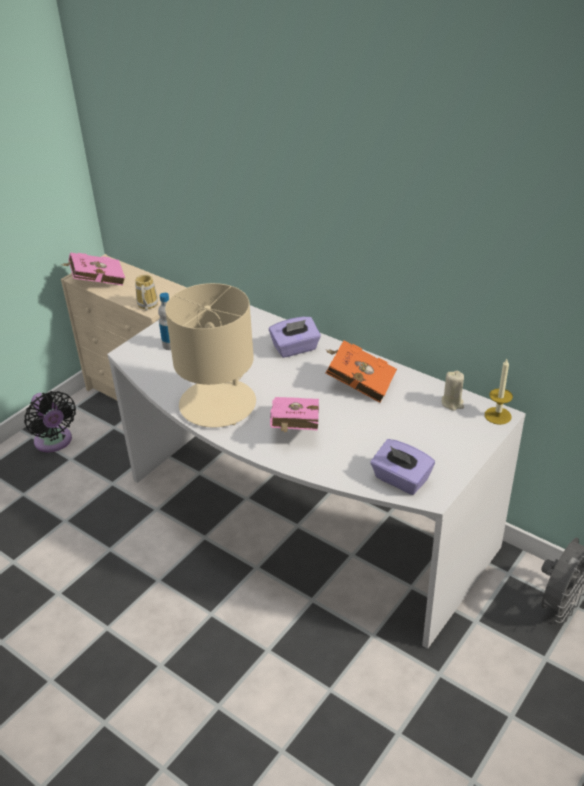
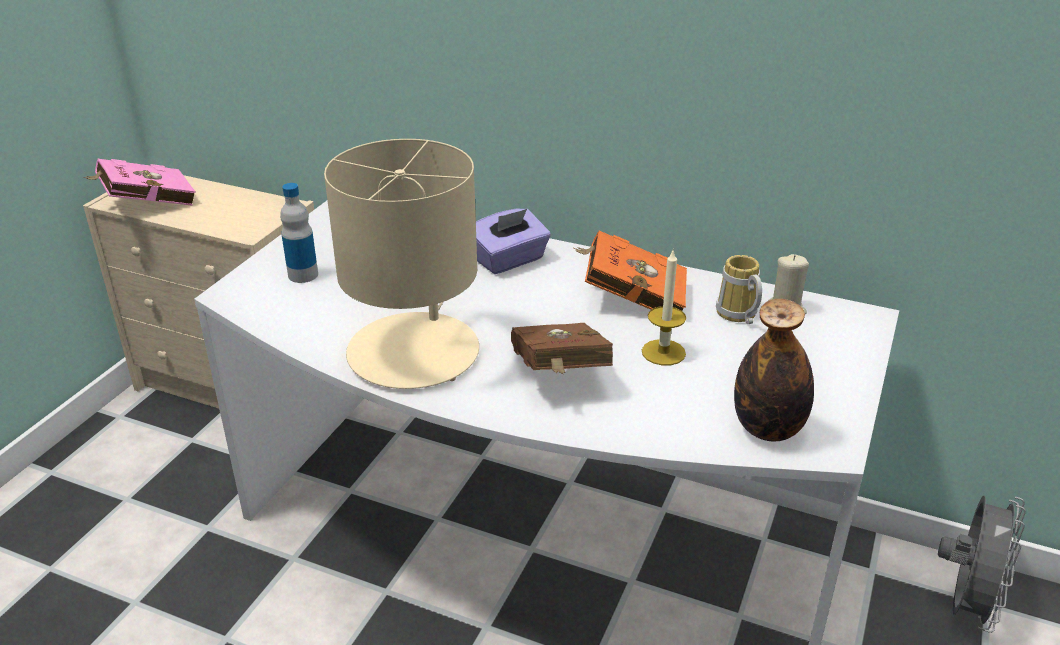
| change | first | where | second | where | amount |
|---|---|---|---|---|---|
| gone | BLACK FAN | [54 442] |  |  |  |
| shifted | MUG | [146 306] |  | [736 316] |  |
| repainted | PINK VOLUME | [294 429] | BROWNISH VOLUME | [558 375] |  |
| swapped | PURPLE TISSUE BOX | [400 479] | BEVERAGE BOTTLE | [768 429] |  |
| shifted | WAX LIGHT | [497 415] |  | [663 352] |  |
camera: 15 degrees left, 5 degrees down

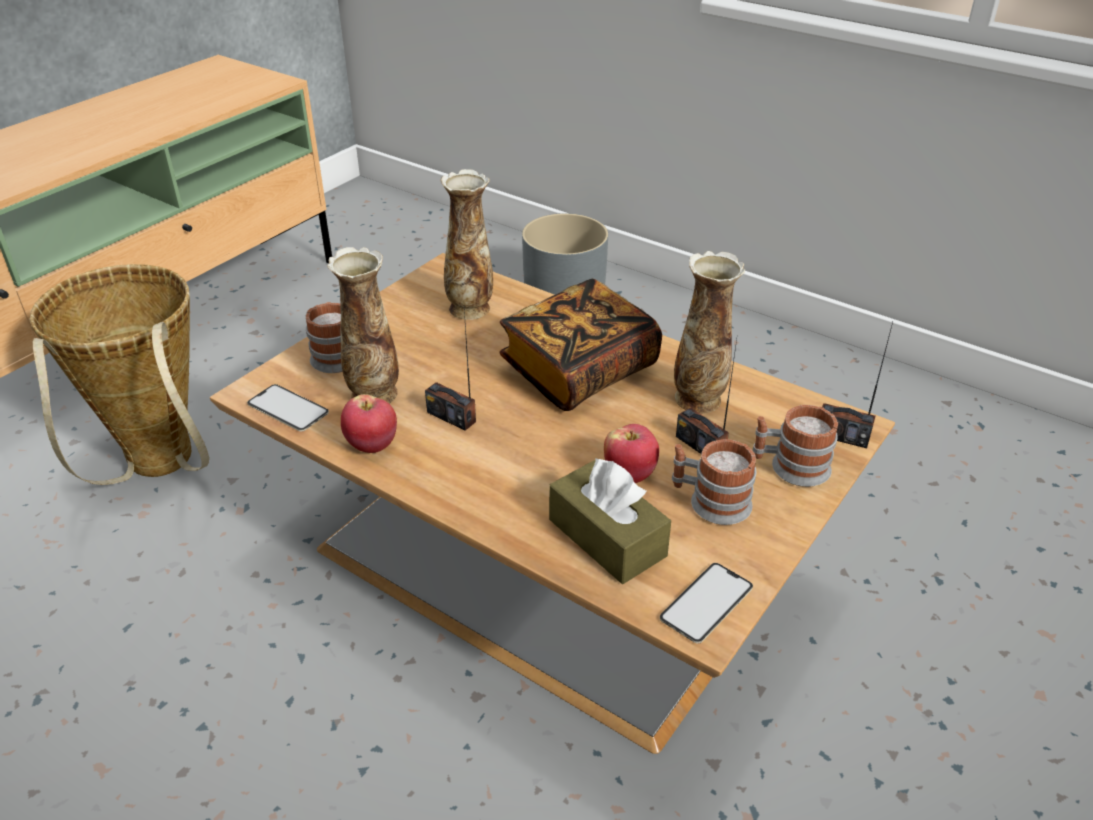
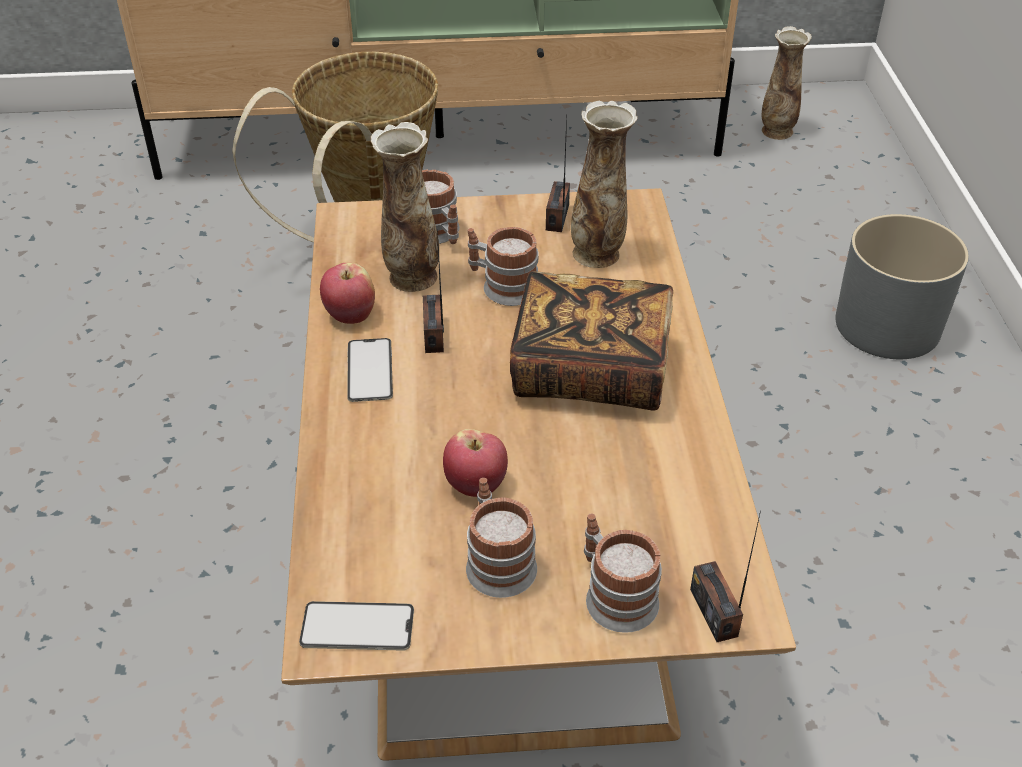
| change | first | where | second | where | amount |
|---|---|---|---|---|---|
| shifted | HANDSET | [288 408] |  | [370 370] |  |
| gone | BROWNISH TISSUE BOX | [607 537] |  |  |  |
| shifted | FLOWER VASE | [699 400] |  | [776 132] |  |
| shifted | RADIO RECEIVER | [700 445] |  | [558 217] |  |
| new |  |  | MUG | [502 286] |  |
camera: 50 degrees right, 5 degrees up

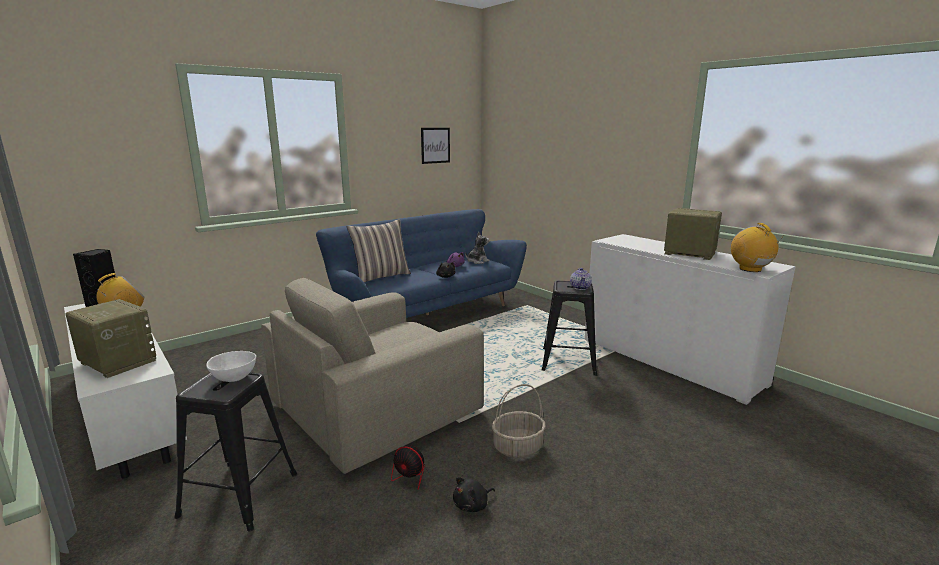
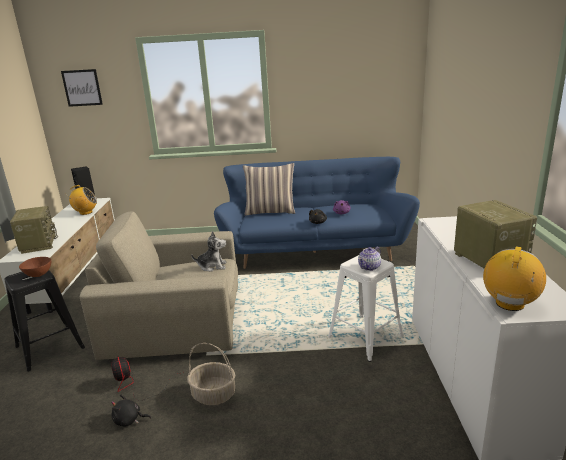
| change | first | where | second | where | amount |
|---|---|---|---|---|---|
| repainted | WHITISH DEEP DISH | [234 378] | BROWNISH DEEP DISH | [38 275] |  |
| shifted | WALL ART | [435 145] |  | [82 88] |  |
| shifted | CUDDLY TOY | [477 261] |  | [212 266] |  |
| repainted | BLACK STOOL | [569 361] | WHITISH STOOL | [366 337] |  |
camera: 40 degrees right, 5 degrees up

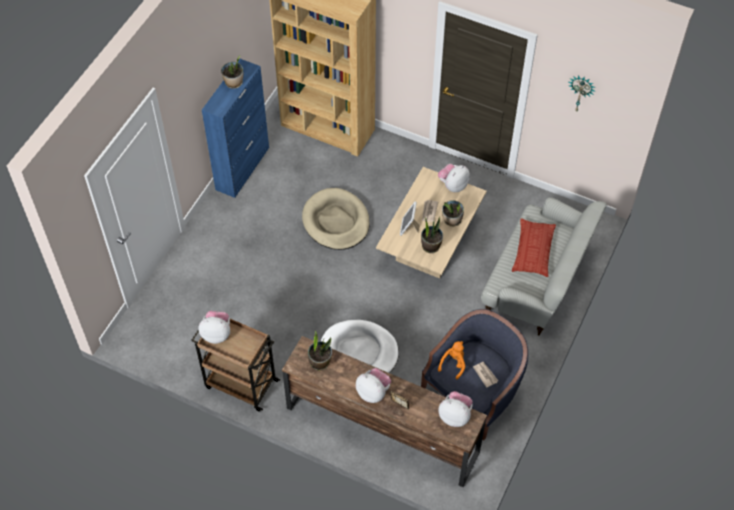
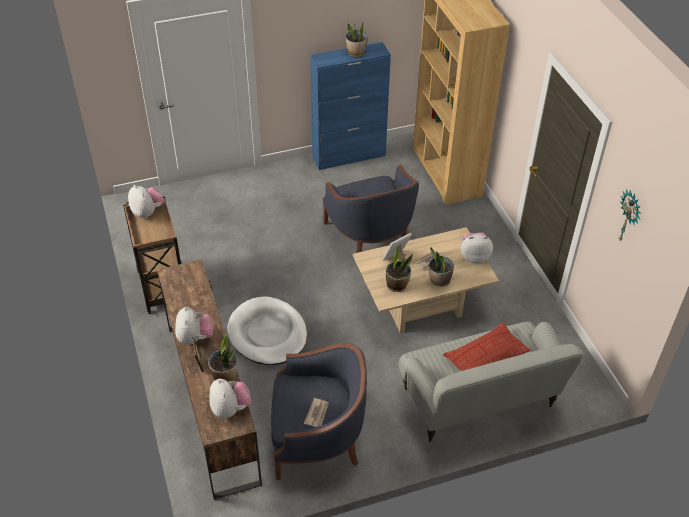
| change | first | where | second | where | amount |
|---|---|---|---|---|---|
| swapped | BEIGE DOG CUSHION | [336 221] | BLUE LOUNGE CHAIR | [370 235] |  |
| shifted | POTTED PLANT | [320 362] |  | [225 376] |  |
| gone | ORANGEY CUDDLY TOY | [453 363] |  |  |  |
camera: 45 degrees right, 10 degrees down

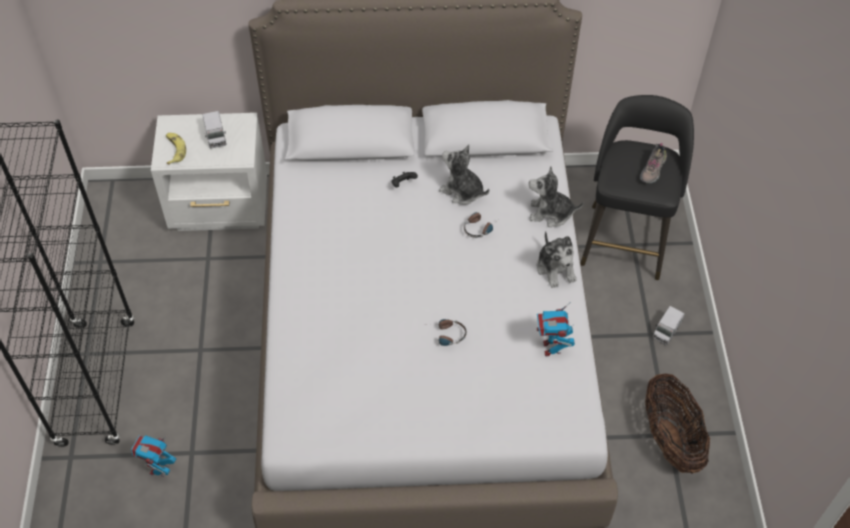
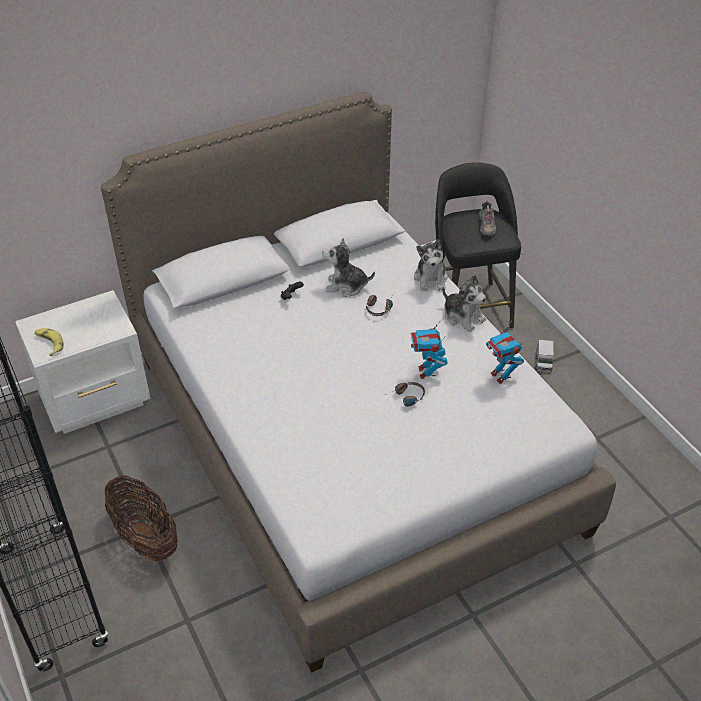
| change | first | where | second | where | amount |
|---|---|---|---|---|---|
| shifted | MODEL ROBOT | [159 469] |  | [426 372] |  |
| gone | TOY TRUCK | [215 136] |  |  |  |
| rotated | CUDDLY TOY | [550 213] |  | [431 279] | 75 degrees counterclockwise |
| shifted | STORAGE BASKET | [670 439] |  | [145 537] |  |
camera: 25 degrees left, 10 degrees down

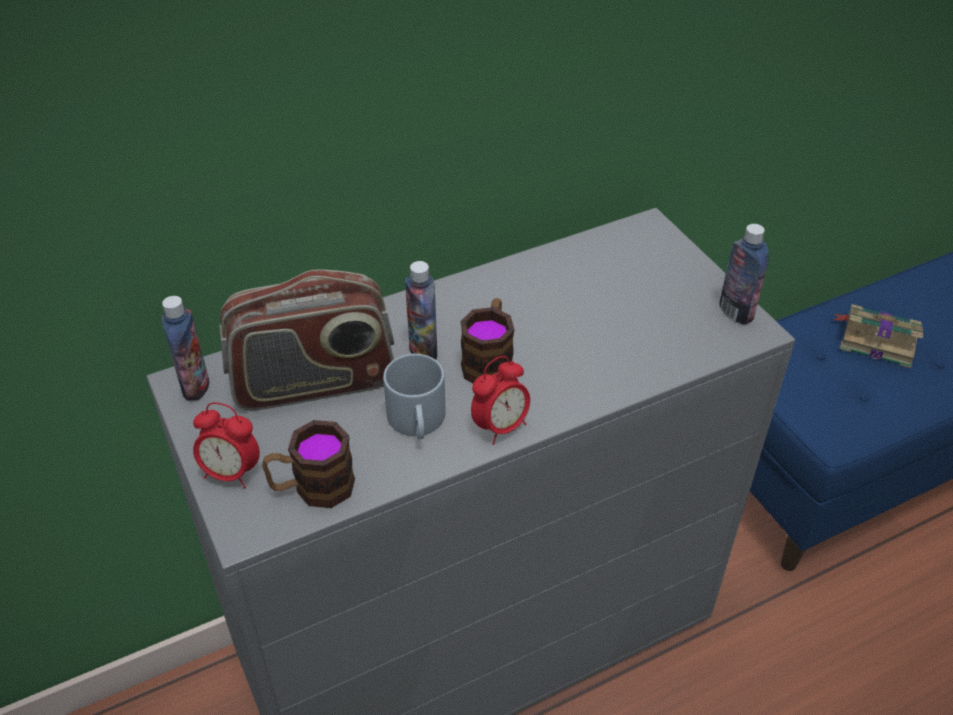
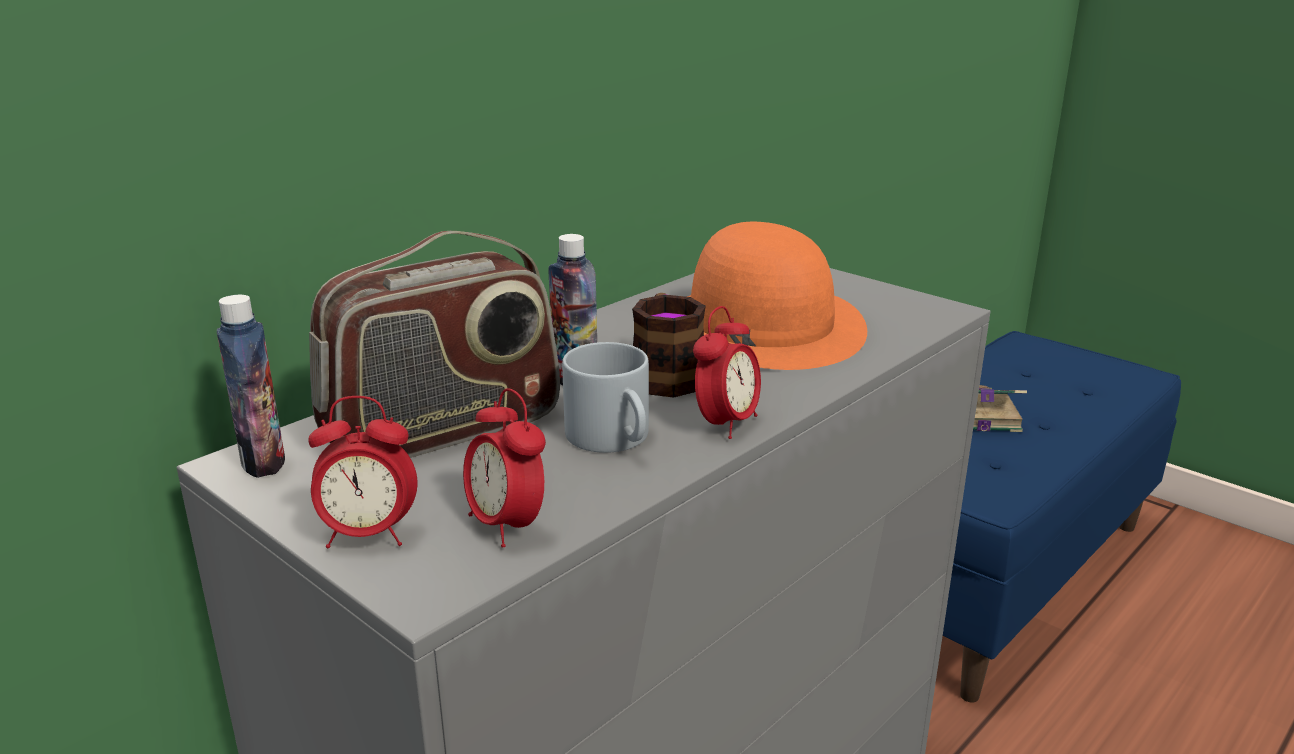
| change | first | where | second | where | amount |
|---|---|---|---|---|---|
| swapped | MUG | [312 488] | ALARM CLOCK | [506 526] |  |
| gone | BEVERAGE BOTTLE | [735 312] |  |  |  |
| new |  |  | ORANGEY CLOTHING HAT | [759 326] |  |
camera: 20 degrees left, 20 degrees down

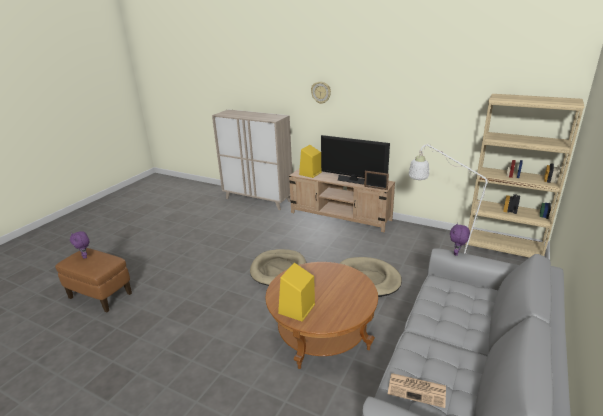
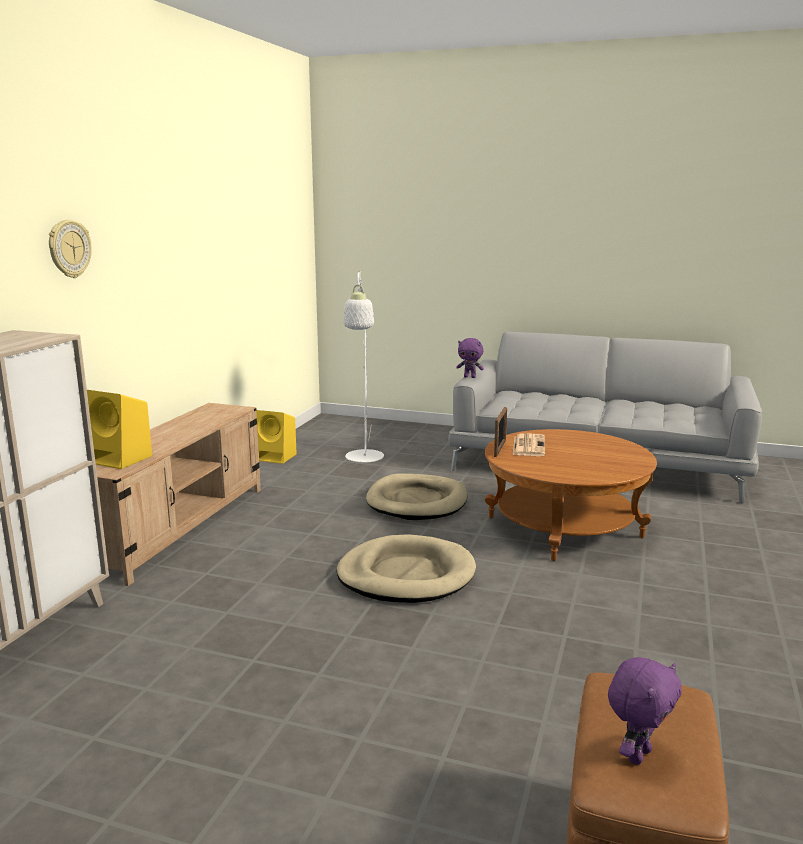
| change | first | where | second | where | amount |
|---|---|---|---|---|---|
| shifted | YELLOW-COLOURED AUDIO SPEAKER | [296 310] |  | [277 457] |  |
| gone | TELEVISION | [353 180] |  |  |  |
| shifted | PHOTO FRAME | [375 188] |  | [500 448] |  |
| shifted | NEWSPAPER | [417 390] |  | [528 446] |  |
| gone | BEIGE SHELVING UNIT | [503 248] |  |  |  |
camera: 100 degrees left, 10 degrees down

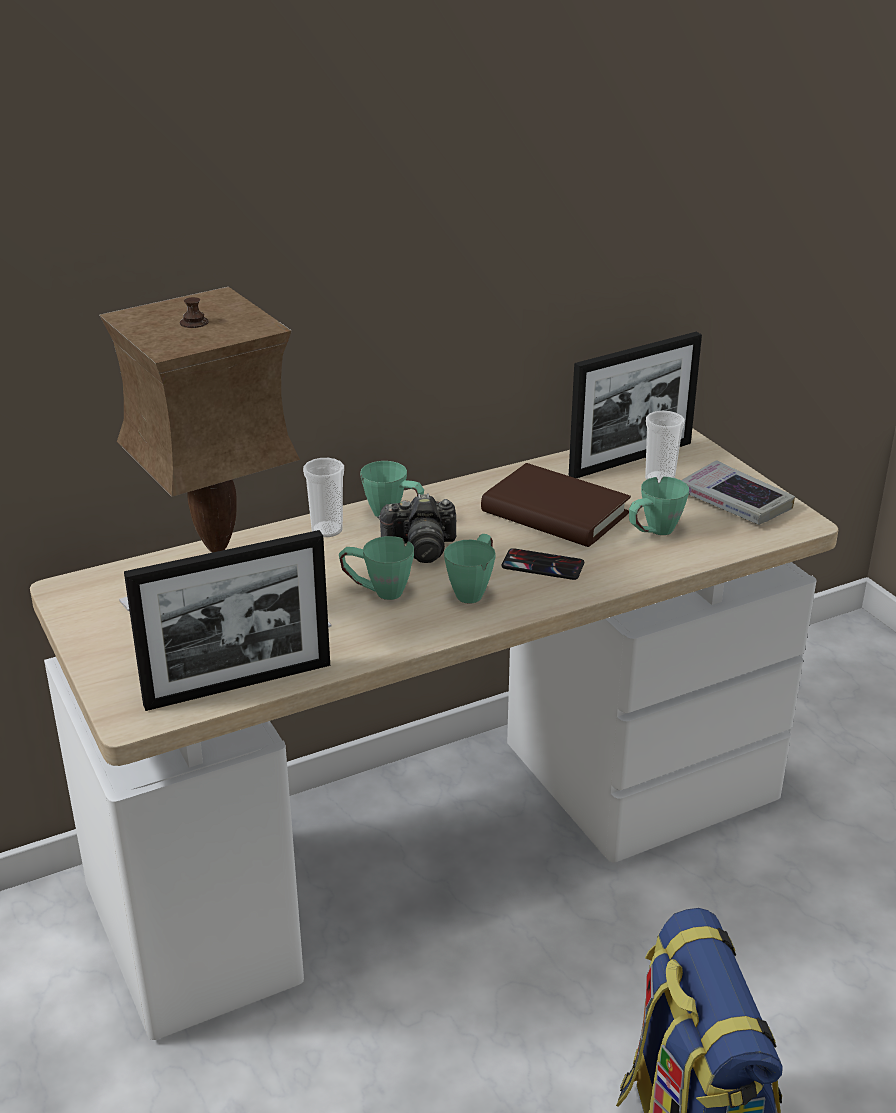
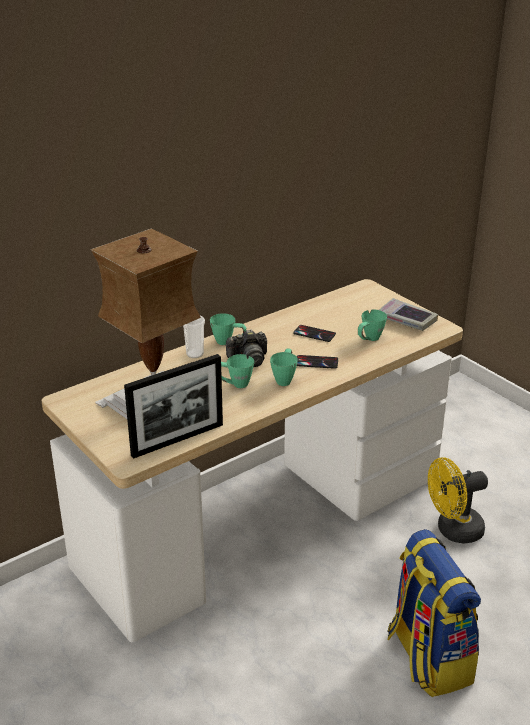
| change | first | where | second | where | amount |
|---|---|---|---|---|---|
| swapped | BROWNISH VOLUME | [554 513] | HANDSET | [314 334] |  |
| gone | PHOTO FRAME | [630 459] |  |  |  |
| gone | DRINKING CUP | [659 479] |  |  |  |
| new |  |  | YELLOW-COLOURED FAN | [453 531] |  |
camera: 10 degrees left, 0 degrees up

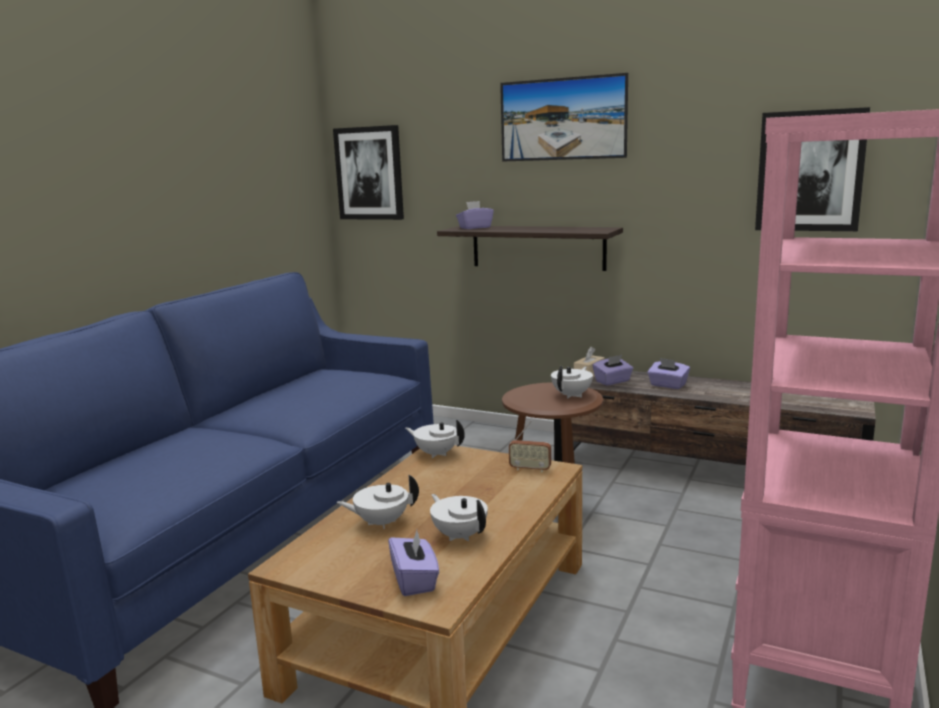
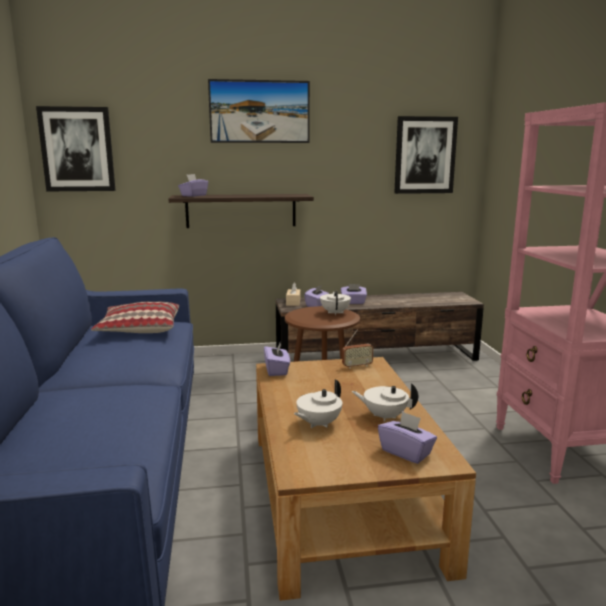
| change | first | where | second | where | amount |
|---|---|---|---|---|---|
| swapped | WHITISH POT FOR TEA | [436 453] | PURPLE TISSUE BOX | [277 370] |  |
| new |  |  | THROW PILLOW | [139 329] |  |
camera: 35 degrees left, 0 degrees up

